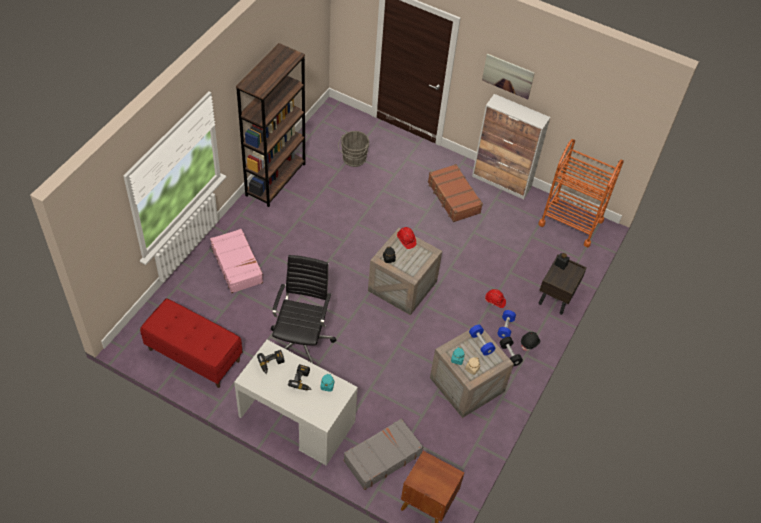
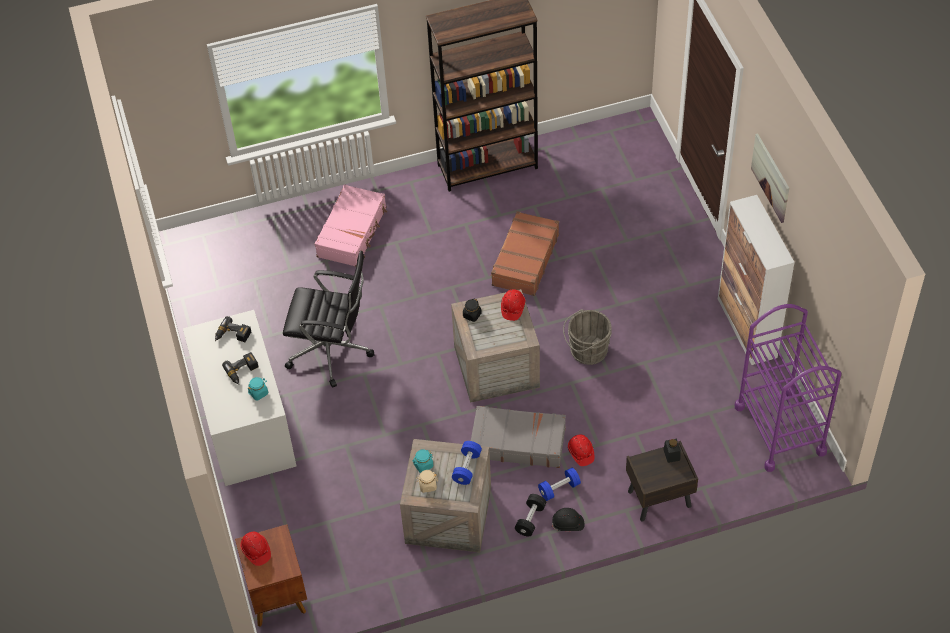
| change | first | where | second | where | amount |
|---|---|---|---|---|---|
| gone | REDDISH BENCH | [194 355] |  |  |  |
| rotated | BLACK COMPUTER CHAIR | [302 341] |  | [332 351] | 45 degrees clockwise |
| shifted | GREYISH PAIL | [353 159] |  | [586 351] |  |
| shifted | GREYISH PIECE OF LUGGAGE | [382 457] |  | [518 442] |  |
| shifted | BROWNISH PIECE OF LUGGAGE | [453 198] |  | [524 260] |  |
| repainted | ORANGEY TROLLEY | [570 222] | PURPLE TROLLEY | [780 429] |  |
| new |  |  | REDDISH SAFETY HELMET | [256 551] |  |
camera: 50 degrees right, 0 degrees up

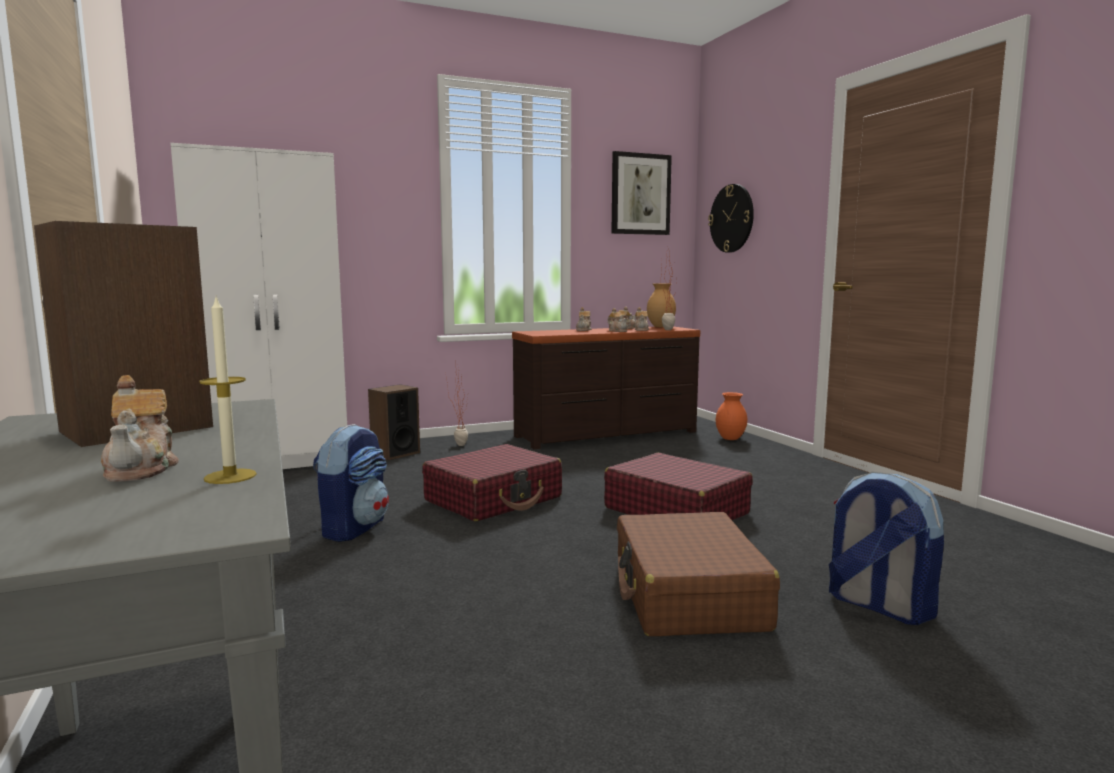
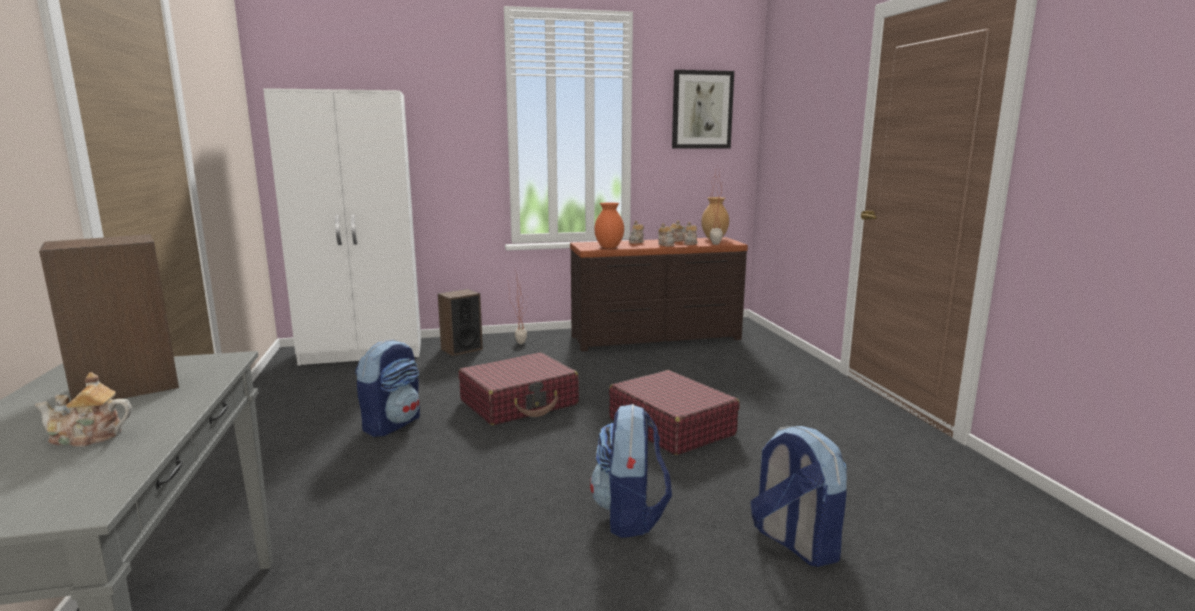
| change | first | where | second | where | amount |
|---|---|---|---|---|---|
| rotated | POT FOR TEA | [142 468] |  | [87 437] | 90 degrees clockwise |
| gone | WAX LIGHT | [230 476] |  |  |  |
| swapped | BROWNISH PIECE OF LUGGAGE | [688 595] | KNAPSACK | [630 516] |  |
| gone | CLOCK ON THE WALL | [732 218] |  |  |  |
| shifted | ORANGEY FLOWER VASE | [730 438] |  | [609 247] |  |
camera: 10 degrees right, 5 degrees up

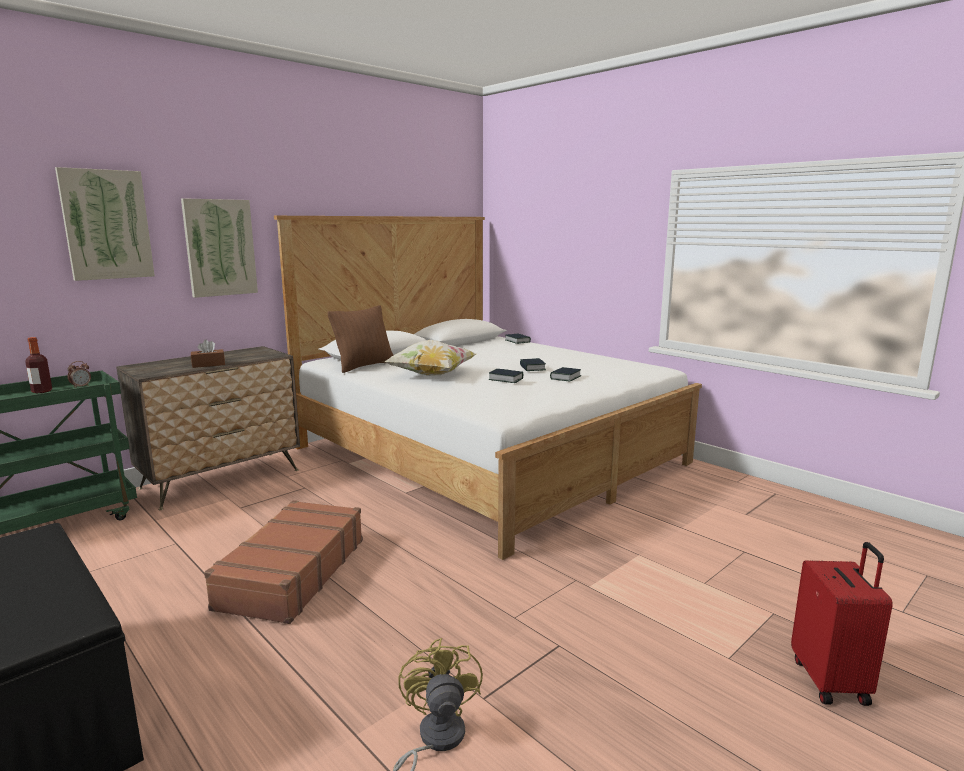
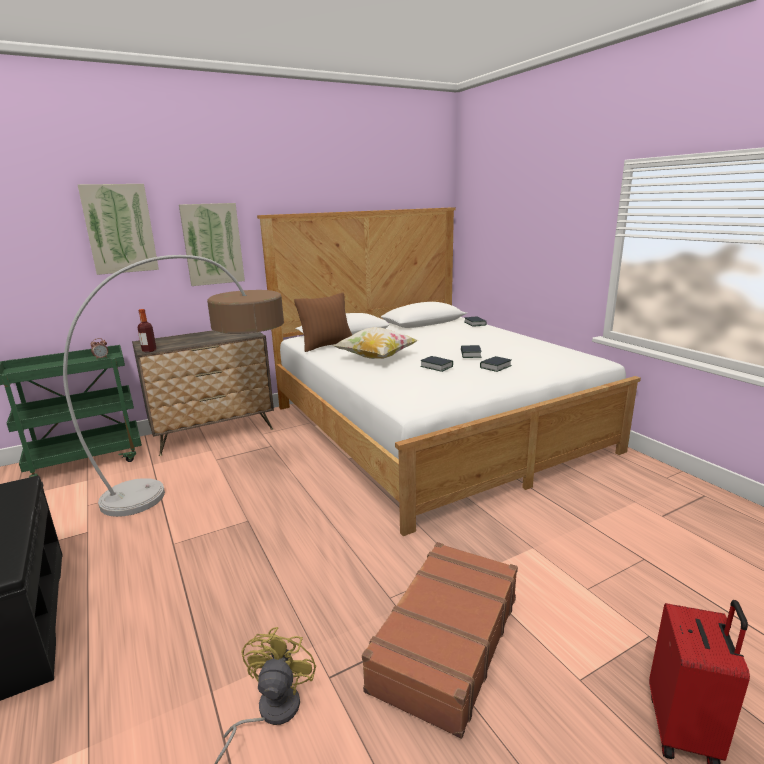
| change | first | where | second | where | amount |
|---|---|---|---|---|---|
| shifted | BEVERAGE BOTTLE | [42 391] |  | [149 350] |  |
| gone | BROWNISH TISSUE BOX | [208 364] |  |  |  |
| shifted | BROWNISH PIECE OF LUGGAGE | [291 573] |  | [445 642] |  |
| new |  |  | FLOOR LAMP | [214 473] |  |
camera: 15 degrees right, 5 degrees up

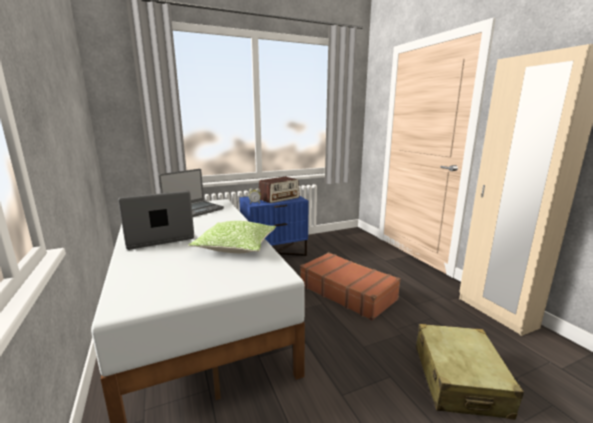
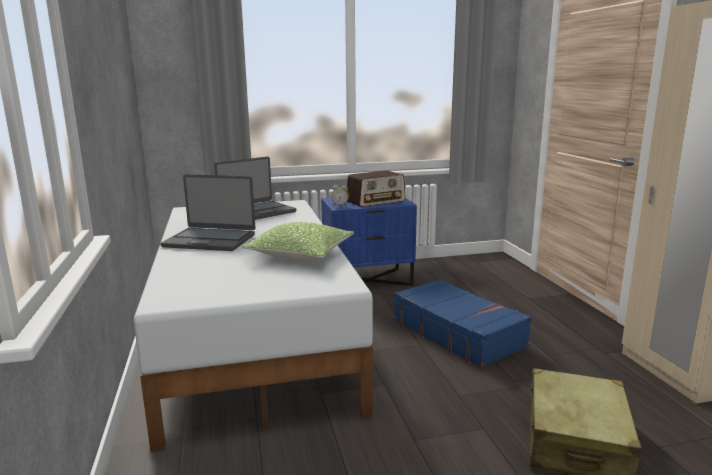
| change | first | where | second | where | amount |
|---|---|---|---|---|---|
| rotated | PORTABLE COMPUTER | [159 237] |  | [210 240] | 150 degrees counterclockwise |
| repainted | BROWNISH PIECE OF LUGGAGE | [347 292] | BLUE PIECE OF LUGGAGE | [458 333] |  |
camera: 10 degrees right, 0 degrees up

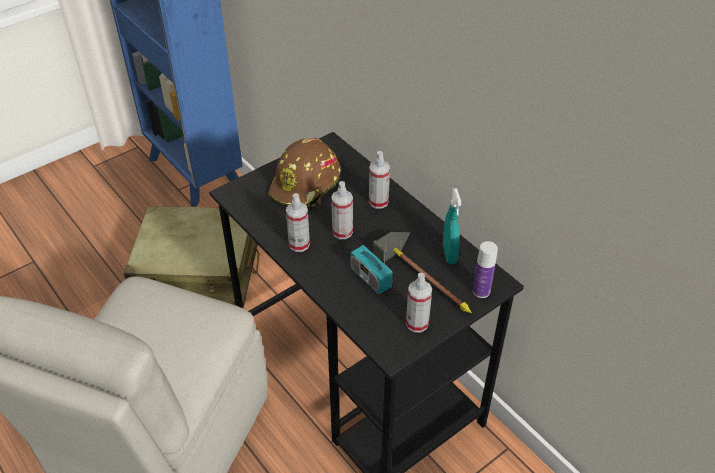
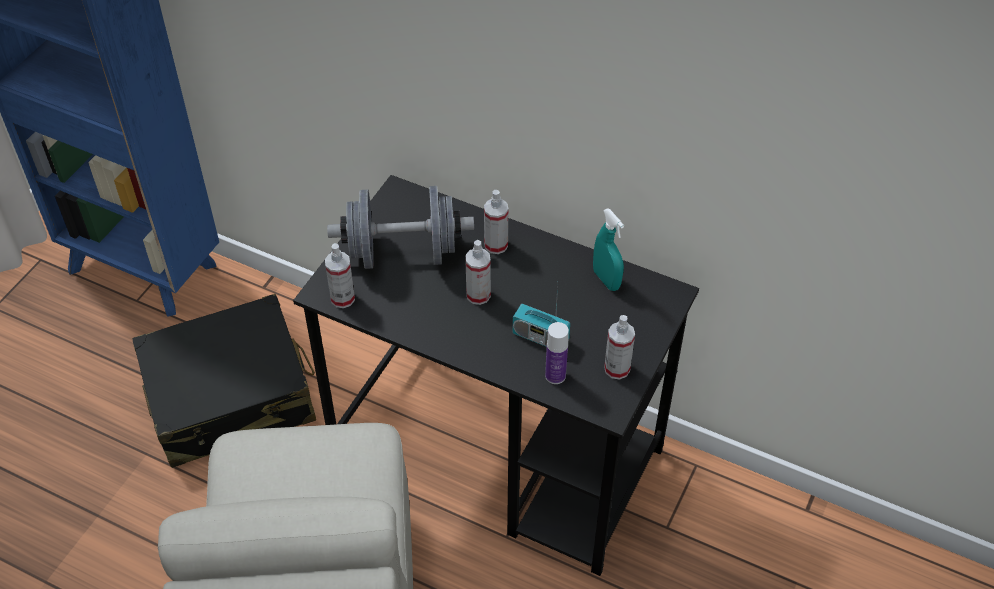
| change | first | where | second | where | amount |
|---|---|---|---|---|---|
| repainted | BEIGE PIECE OF LUGGAGE | [199 271] | BLACK PIECE OF LUGGAGE | [231 397] |  |
| swapped | BROWNISH SAFETY HELMET | [306 185] | GREYISH DUMBBELL | [403 253] |  |
| shifted | HAND SPRAYER | [299 244] |  | [342 298] |  |
| gone | TOOL HAMMER | [430 278] |  |  |  |
| shifted | BEVERAGE BOTTLE | [481 291] |  | [555 376] |  |
camera: 25 degrees left, 5 degrees up

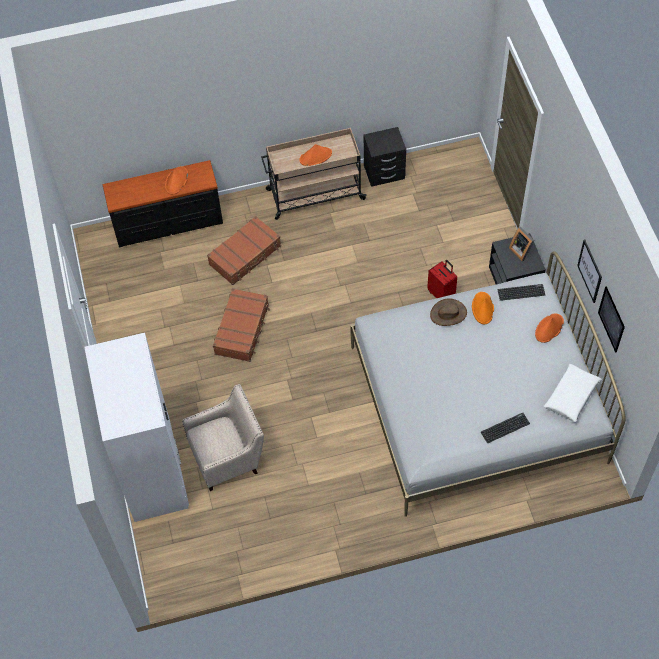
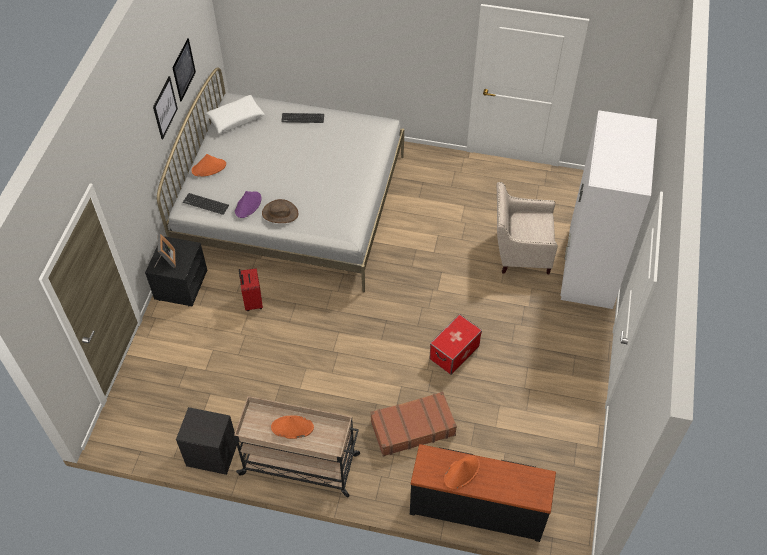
| change | first | where | second | where | amount |
|---|---|---|---|---|---|
| swapped | BROWNISH PIECE OF LUGGAGE | [242 329] | STORAGE BOX | [454 352] |  |
| repainted | ORANGEY CLOTHING HAT | [483 308] | PURPLE CLOTHING HAT | [248 205] |  |
camera: 155 degrees left, 5 degrees down

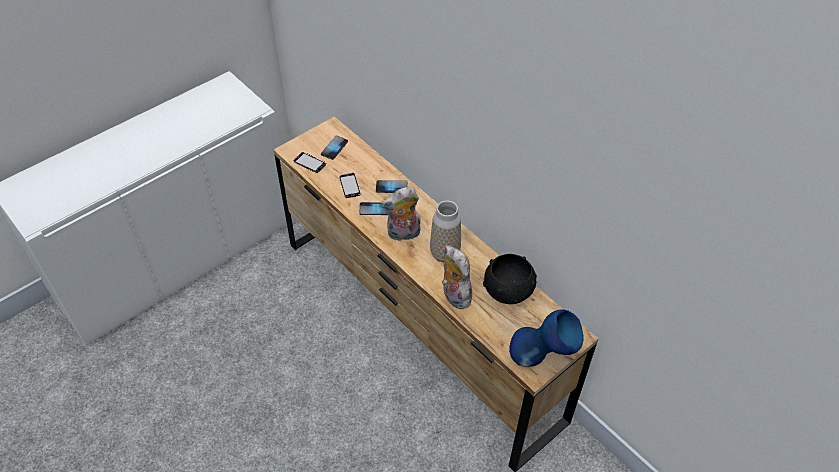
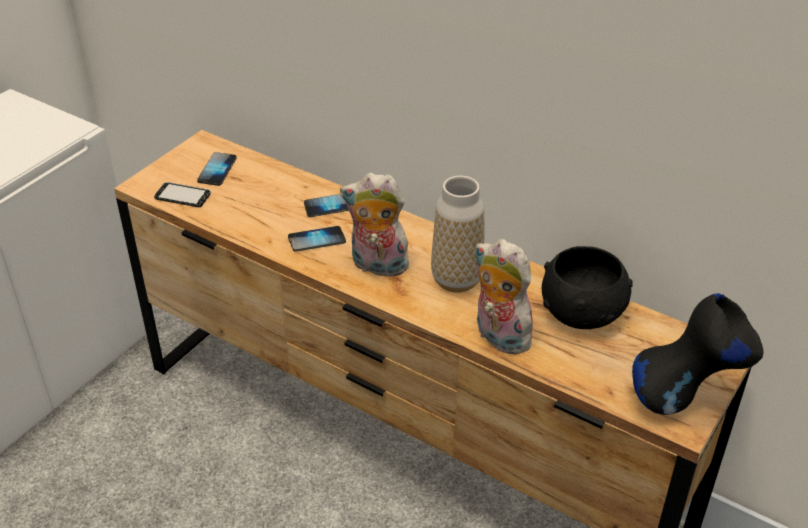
| change | first | where | second | where | amount |
|---|---|---|---|---|---|
| gone | HANDSET | [350 186] |  |  |  |
| rotated | CUDDLY TOY | [403 234] |  | [377 266] | 45 degrees clockwise |
| repainted | BLUE FLOWER VASE | [542 359] | BLACK FLOWER VASE | [686 400] |  |
camera: 15 degrees left, 10 degrees down

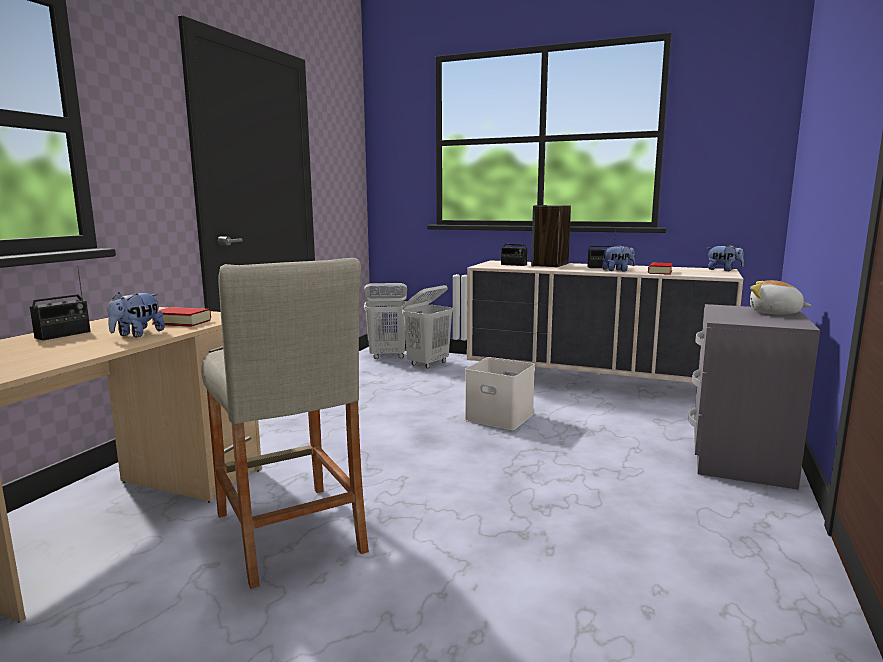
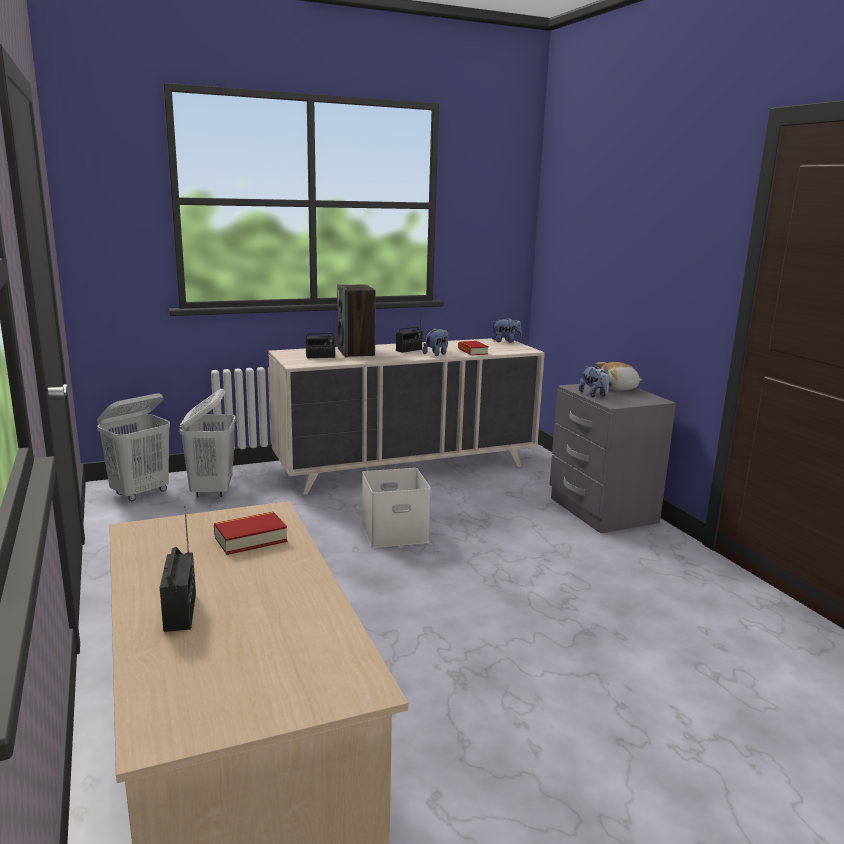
| change | first | where | second | where | amount |
|---|---|---|---|---|---|
| shifted | CUDDLY TOY | [137 334] |  | [594 395] |  |
| gone | BEIGE STOOL | [289 532] |  |  |  |
camera: 45 degrees left, 5 degrees up

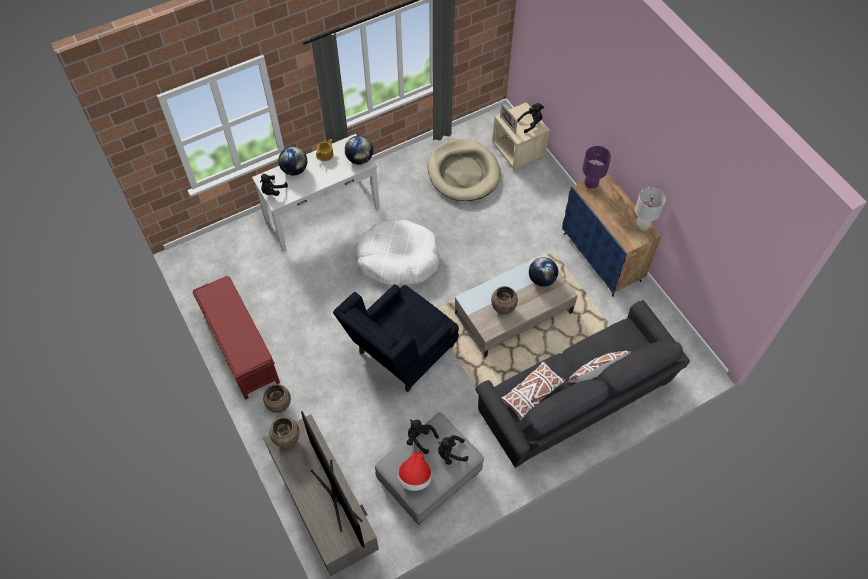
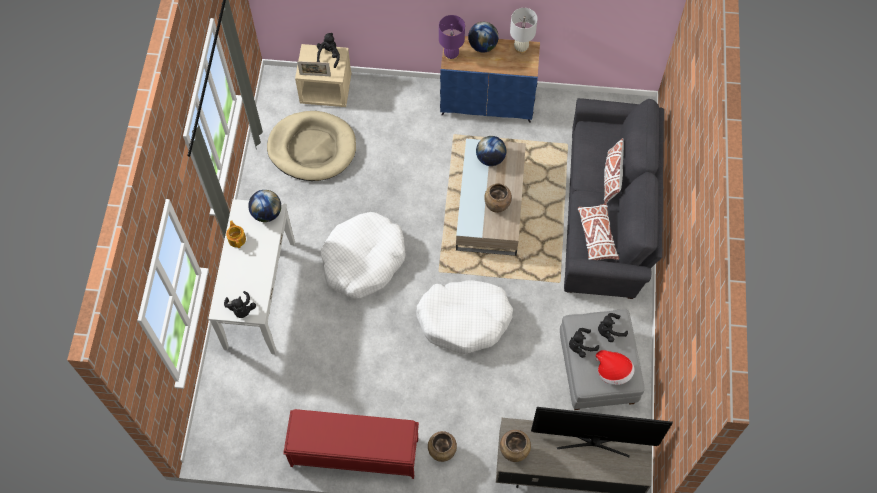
| change | first | where | second | where | amount |
|---|---|---|---|---|---|
| shifted | GLOBE | [294 170] |  | [482 46] |  |
| swapped | BLUE LOUNGE CHAIR | [400 354] | WHITISH DOG CUSHION | [464 319] |  |
| rotated | BLACK CUDDLY TOY | [450 453] |  | [609 331] | 45 degrees clockwise |
camera: 55 degrees left, 5 degrees up

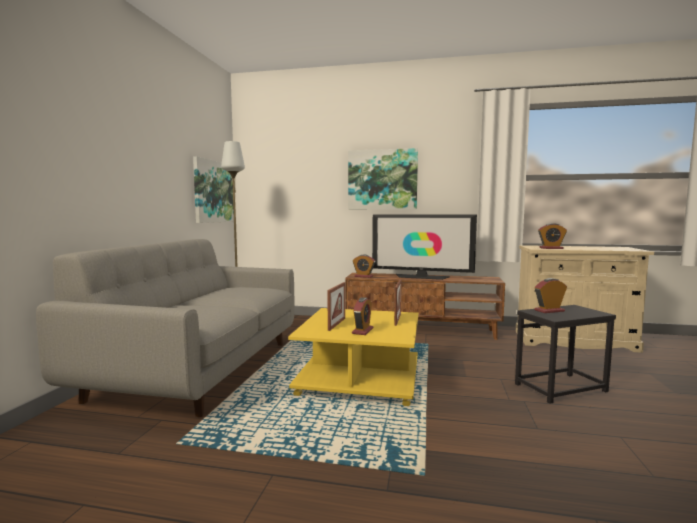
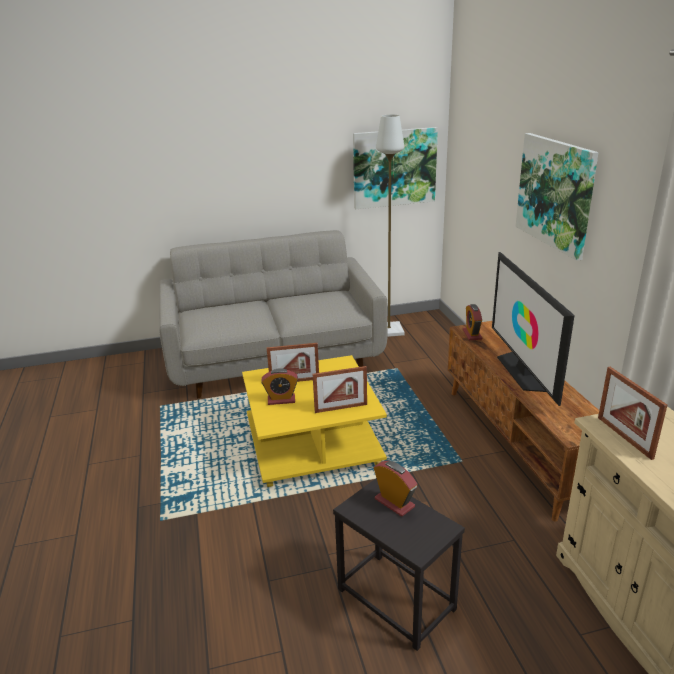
| change | first | where | second | where | amount |
|---|---|---|---|---|---|
| swapped | ALARM CLOCK | [551 248] | PHOTO FRAME | [624 437] |  |
camera: 65 degrees right, 20 degrees up

